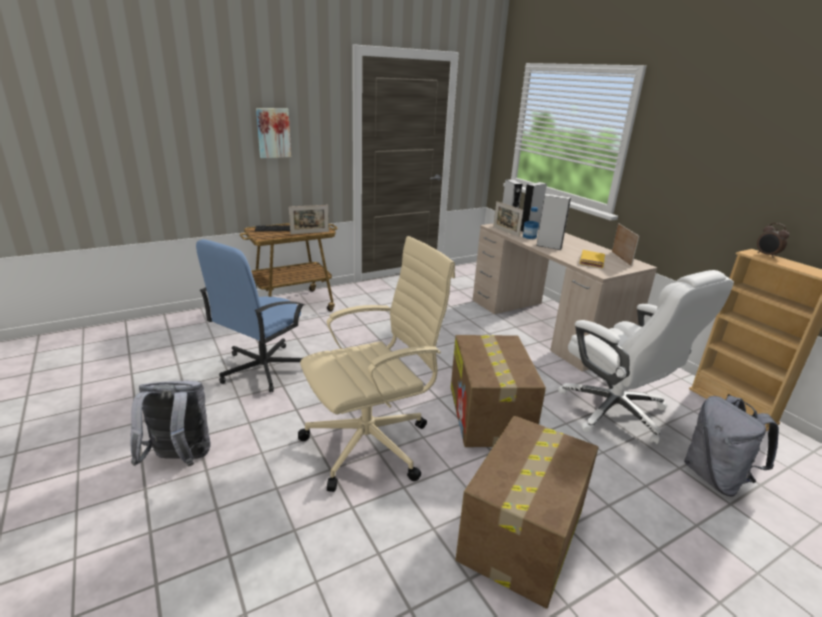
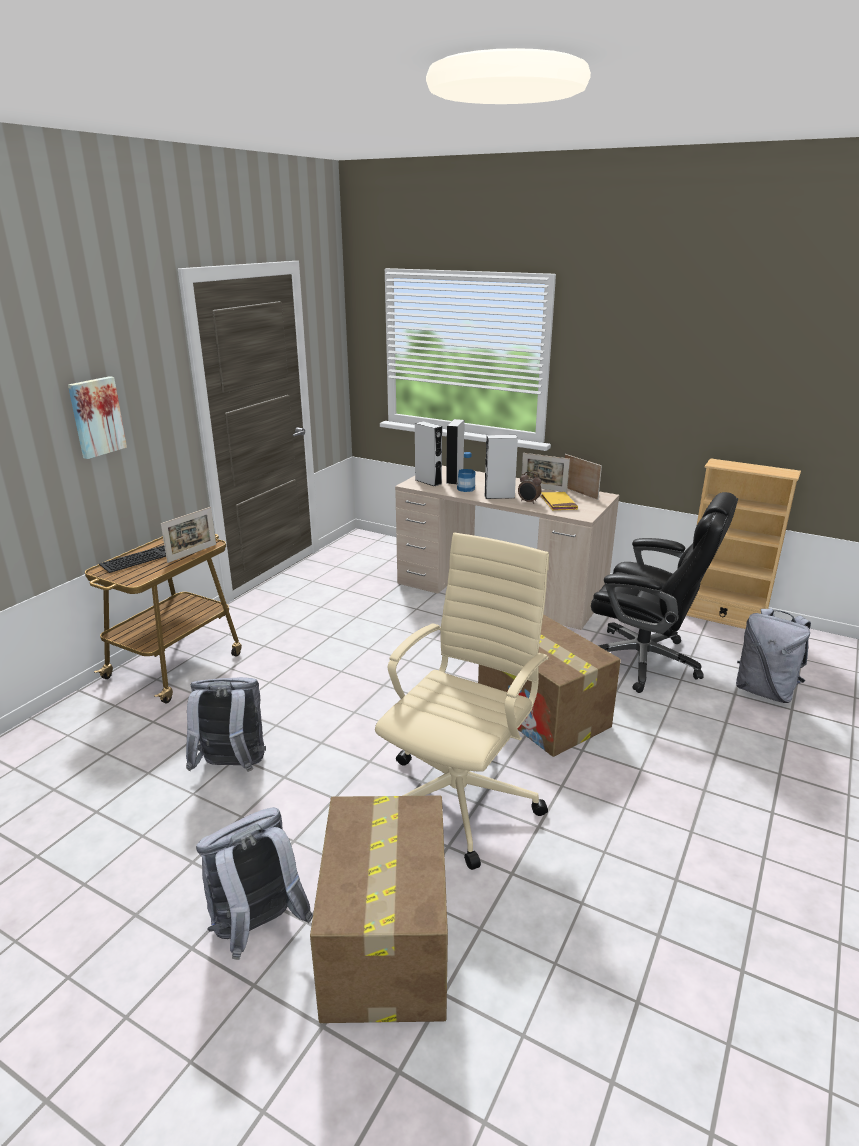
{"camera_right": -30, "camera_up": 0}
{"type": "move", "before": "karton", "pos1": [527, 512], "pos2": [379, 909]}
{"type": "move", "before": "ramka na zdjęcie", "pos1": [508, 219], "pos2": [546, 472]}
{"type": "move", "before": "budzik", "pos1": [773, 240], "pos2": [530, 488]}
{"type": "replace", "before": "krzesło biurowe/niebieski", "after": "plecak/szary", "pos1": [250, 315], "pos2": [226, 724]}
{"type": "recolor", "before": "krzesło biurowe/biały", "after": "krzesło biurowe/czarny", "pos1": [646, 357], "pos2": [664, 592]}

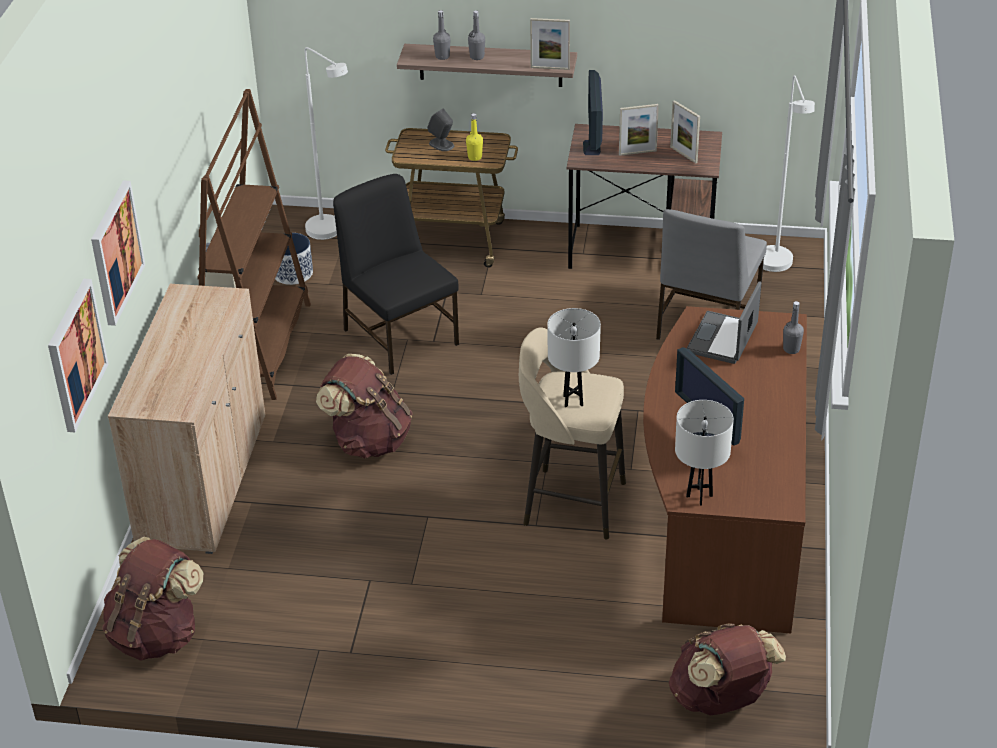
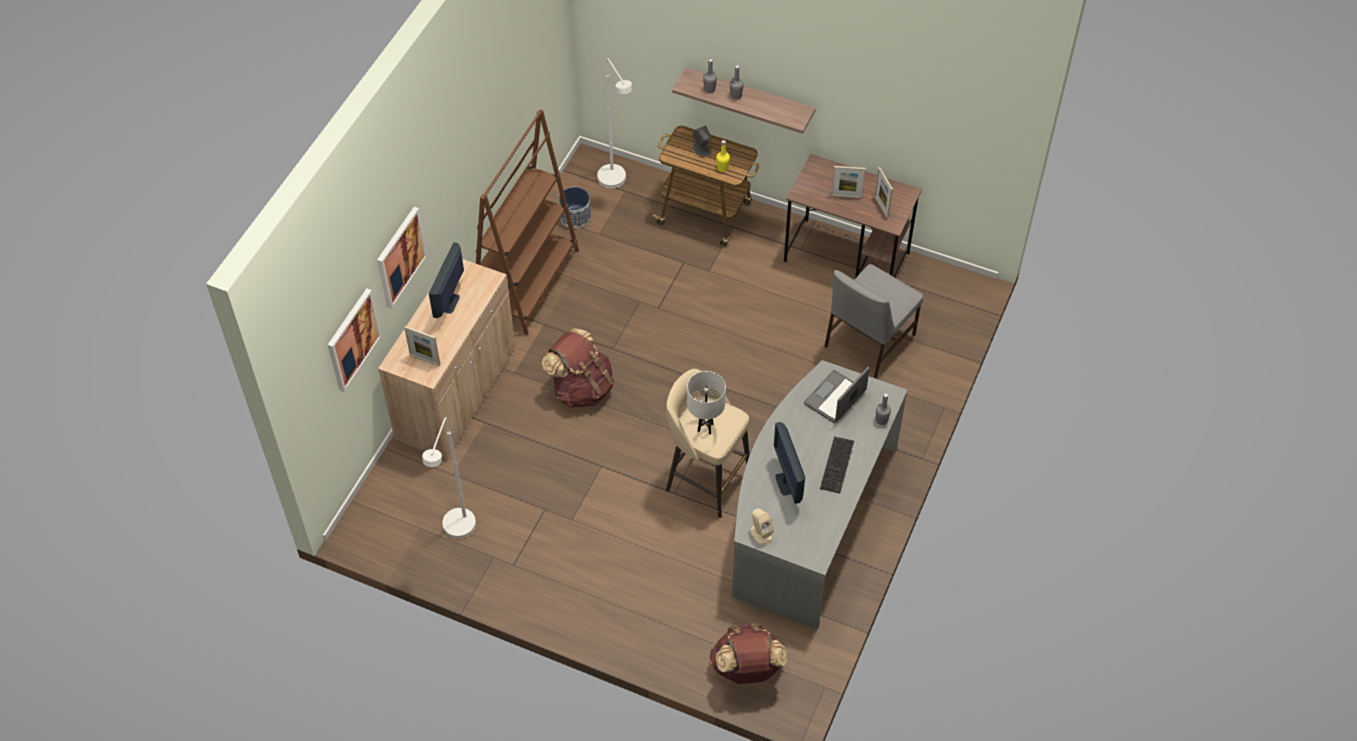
{"camera_right": 15, "camera_up": 15}
{"type": "delete", "before": "plecak/brązowy", "pos1": [152, 598]}
{"type": "delete", "before": "krzesło/czarny", "pos1": [396, 274]}
{"type": "insert", "after": "klawiatura", "pos2": [837, 465]}
{"type": "move", "before": "ramka na zdjęcie", "pos1": [550, 44], "pos2": [422, 346]}
{"type": "move", "before": "monitor", "pos1": [593, 112], "pos2": [446, 280]}
{"type": "move", "before": "lampa stojąca/biały", "pos1": [789, 173], "pos2": [449, 478]}
{"type": "replace", "before": "lampa stołowa/biały", "after": "głośnik/beżowy", "pos1": [704, 453], "pos2": [762, 526]}
{"type": "recolor", "before": "biurko/brązowy", "after": "biurko/szary", "pos1": [725, 469], "pos2": [820, 495]}

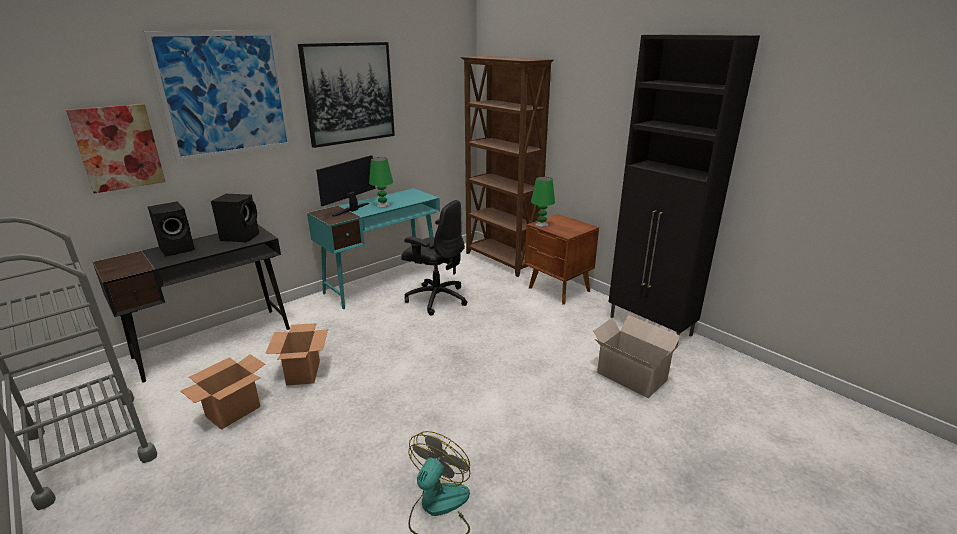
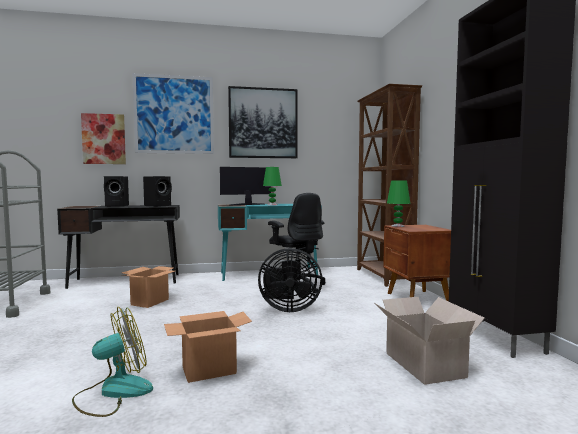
{"camera_right": 30, "camera_up": -20}
{"type": "insert", "after": "wentylator/czarny", "pos2": [290, 280]}
{"type": "move", "before": "karton", "pos1": [223, 392], "pos2": [208, 347]}

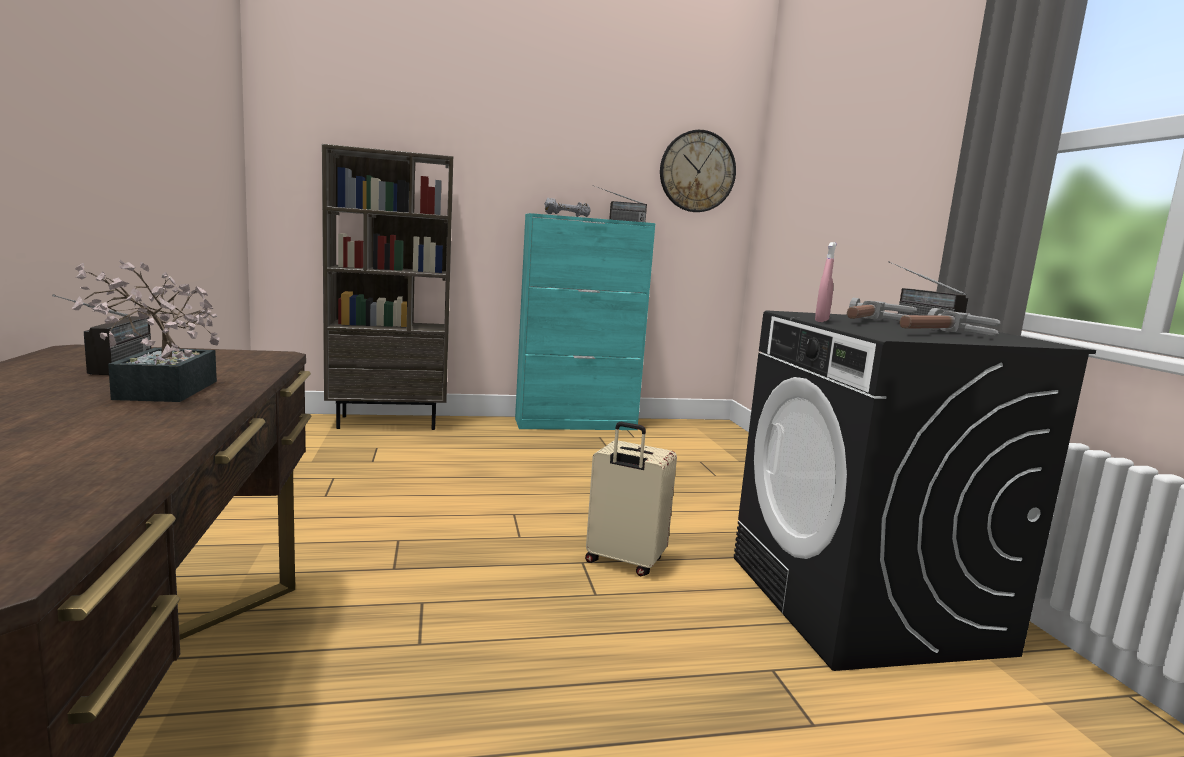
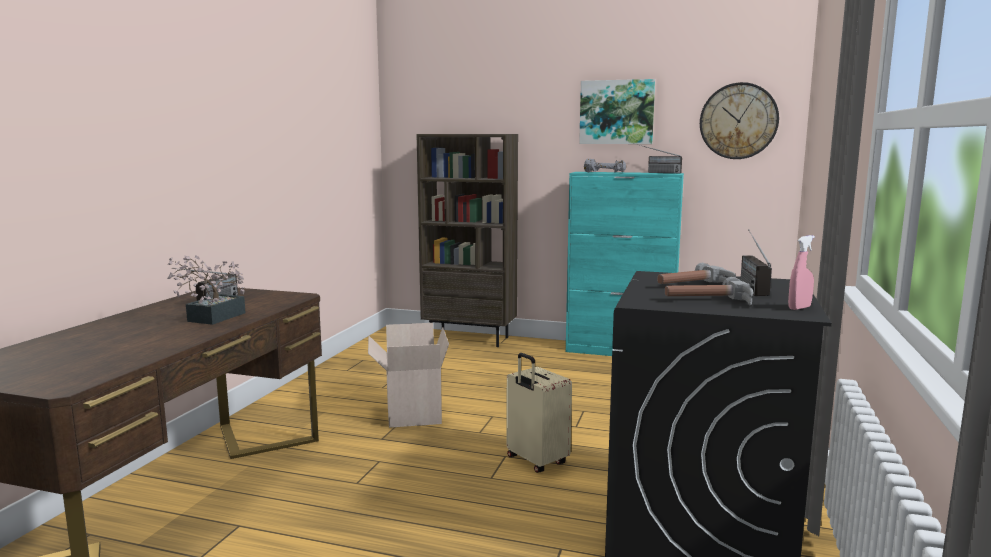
{"camera_right": 30, "camera_up": 0}
{"type": "insert", "after": "karton", "pos2": [408, 375]}
{"type": "insert", "after": "obraz", "pos2": [617, 111]}
{"type": "move", "before": "spryskiwacz/różowy", "pos1": [825, 282], "pos2": [801, 272]}

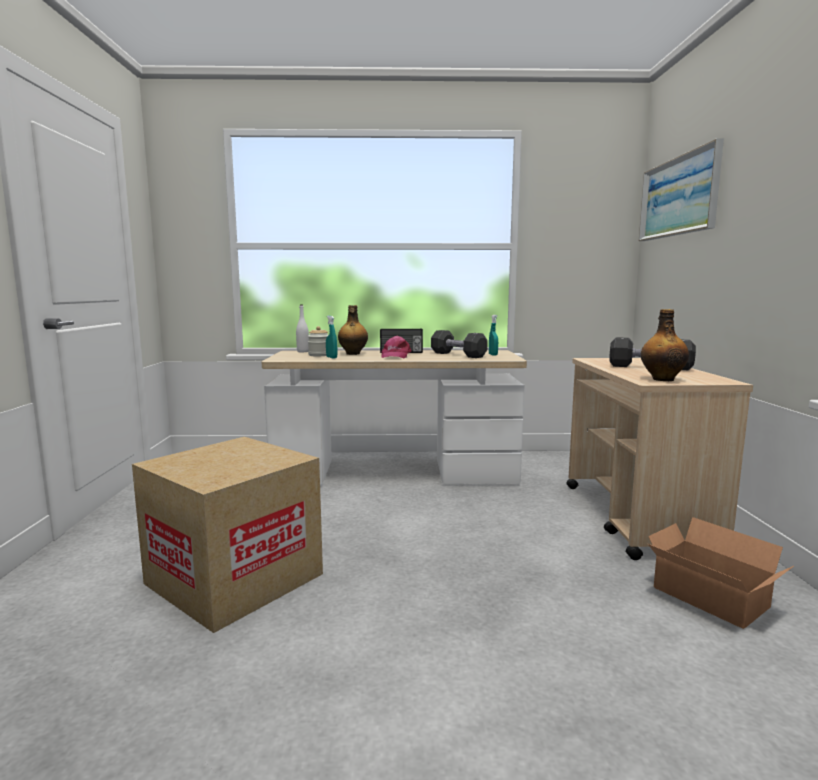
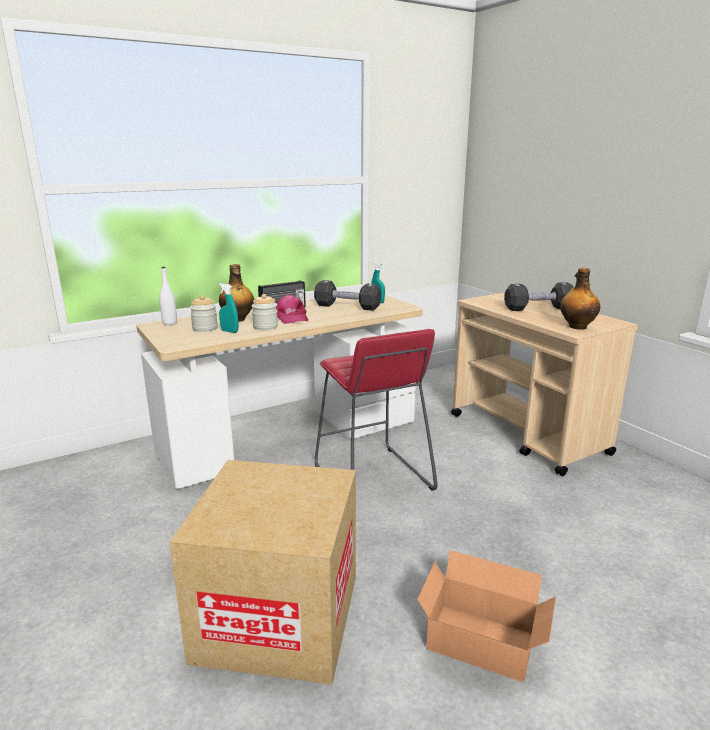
{"camera_right": -30, "camera_up": 10}
{"type": "delete", "before": "obraz", "pos1": [681, 189]}
{"type": "insert", "after": "słoik", "pos2": [265, 312]}
{"type": "insert", "after": "stołek/czerwony", "pos2": [376, 410]}
{"type": "move", "before": "karton", "pos1": [721, 573], "pos2": [486, 616]}

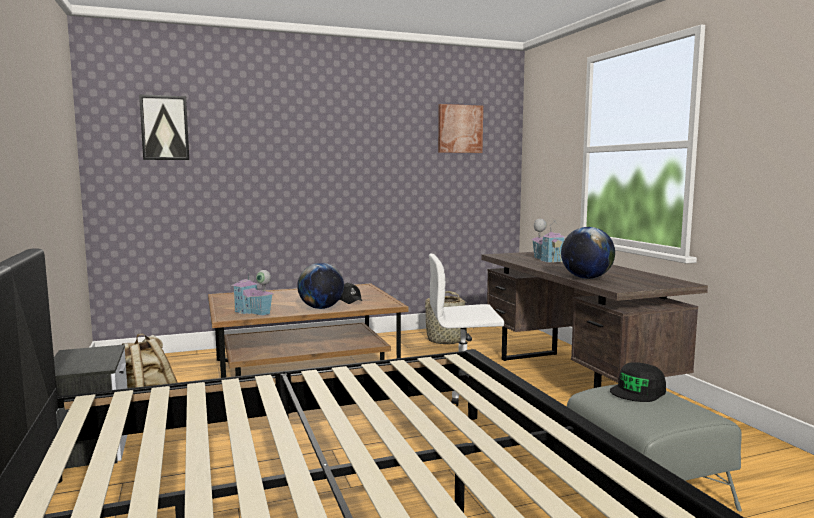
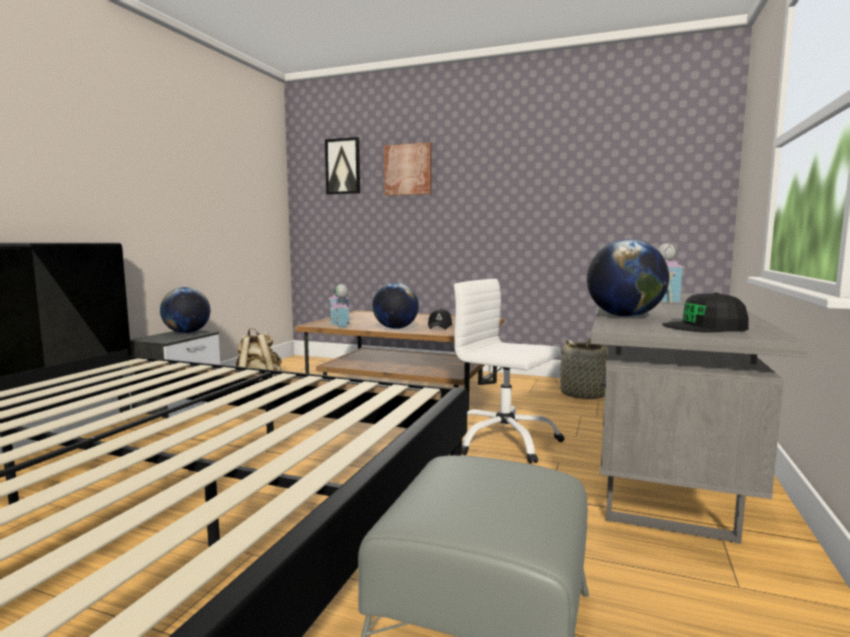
{"camera_right": 40, "camera_up": 0}
{"type": "insert", "after": "globus", "pos2": [185, 310]}
{"type": "move", "before": "obraz", "pos1": [460, 128], "pos2": [408, 169]}
{"type": "move", "before": "czapka z daszkiem/czarny", "pos1": [638, 382], "pos2": [705, 313]}
{"type": "recolor", "before": "biurko/brązowy", "after": "biurko/szary", "pos1": [594, 320], "pos2": [700, 418]}

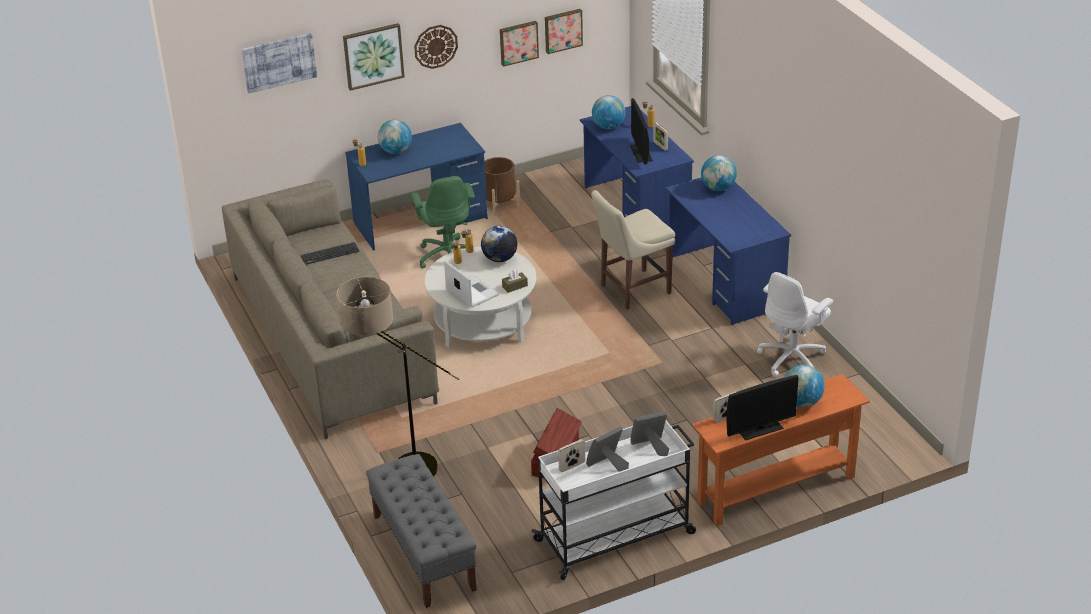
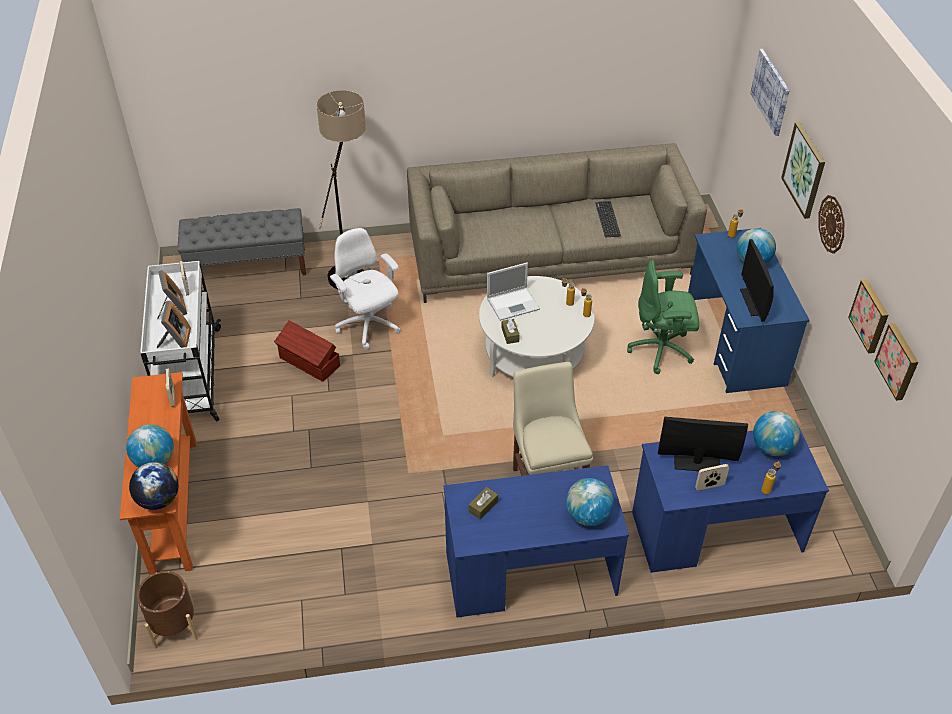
{"camera_right": 105, "camera_up": 10}
{"type": "insert", "after": "pudełko chusteczek/brązowy", "pos2": [483, 503]}
{"type": "move", "before": "globus", "pos1": [499, 244], "pos2": [154, 486]}
{"type": "move", "before": "donica/brązowy", "pos1": [502, 186], "pos2": [167, 610]}
{"type": "move", "before": "monitor", "pos1": [762, 407], "pos2": [757, 280]}
{"type": "move", "before": "krzesło biurowe/biały", "pos1": [795, 324], "pos2": [365, 288]}

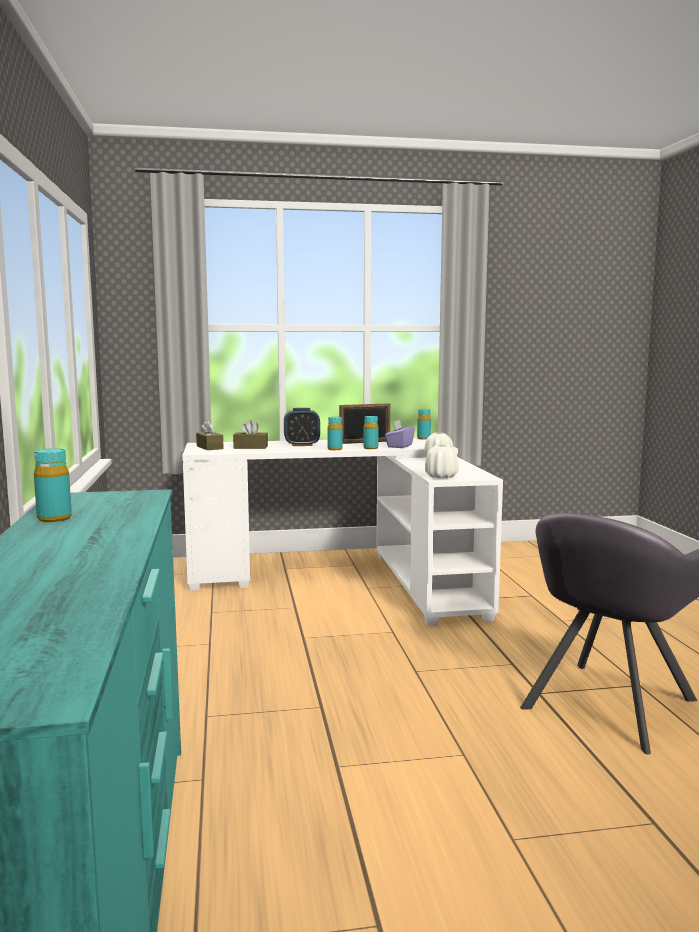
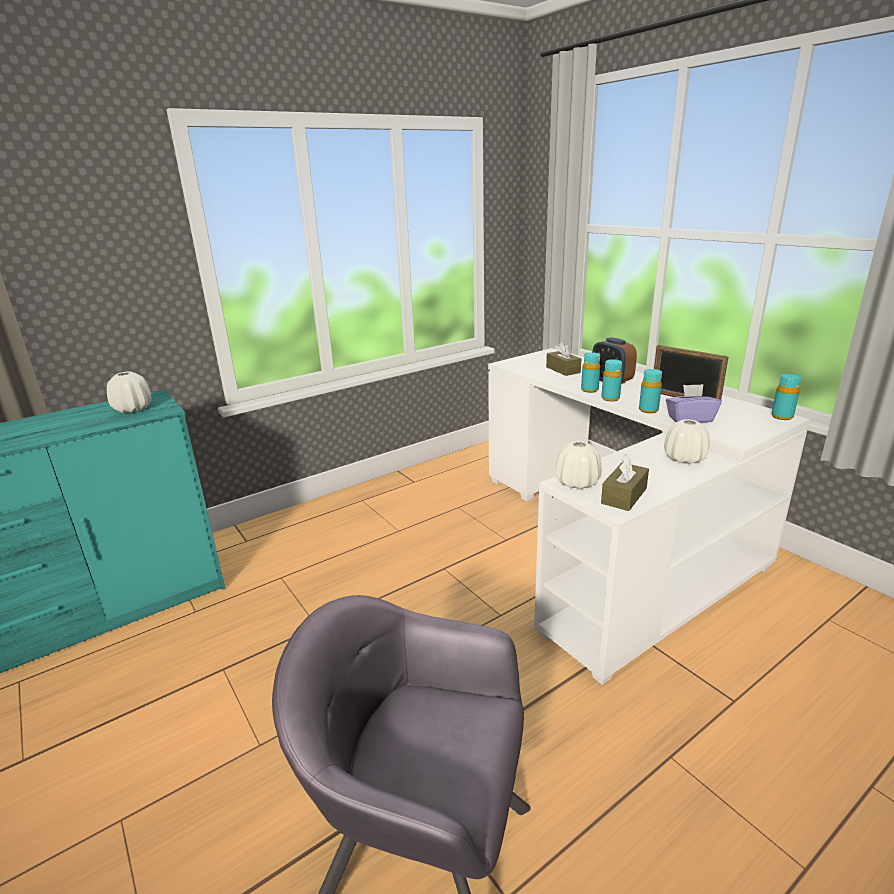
{"camera_right": 65, "camera_up": 15}
{"type": "insert", "after": "wazon/biały", "pos2": [129, 392]}
{"type": "move", "before": "butelka/turkusowy", "pos1": [53, 485], "pos2": [590, 372]}
{"type": "move", "before": "pudełko chusteczek/brązowy", "pos1": [210, 435], "pos2": [625, 482]}

